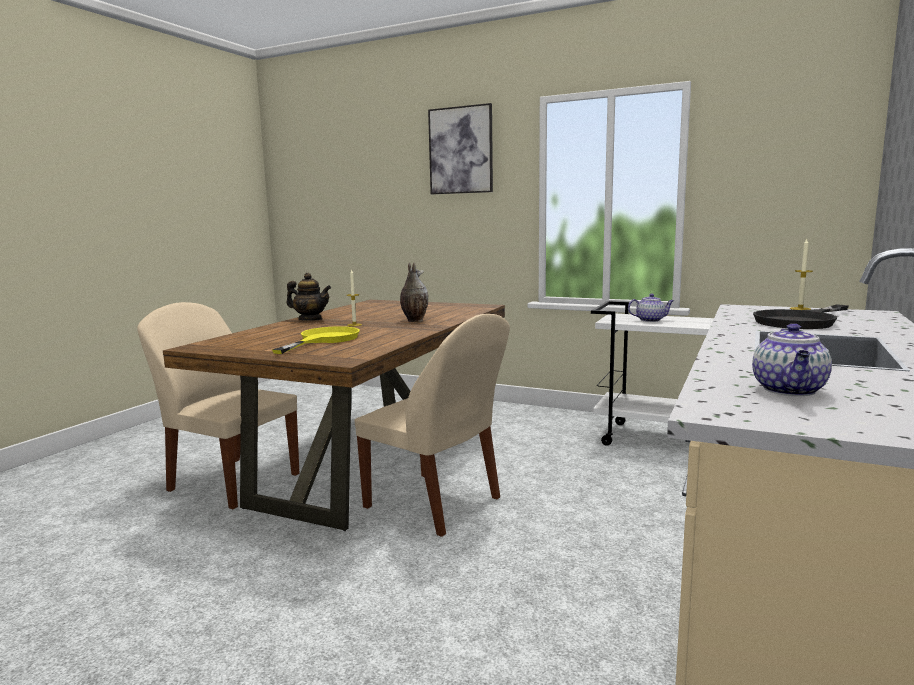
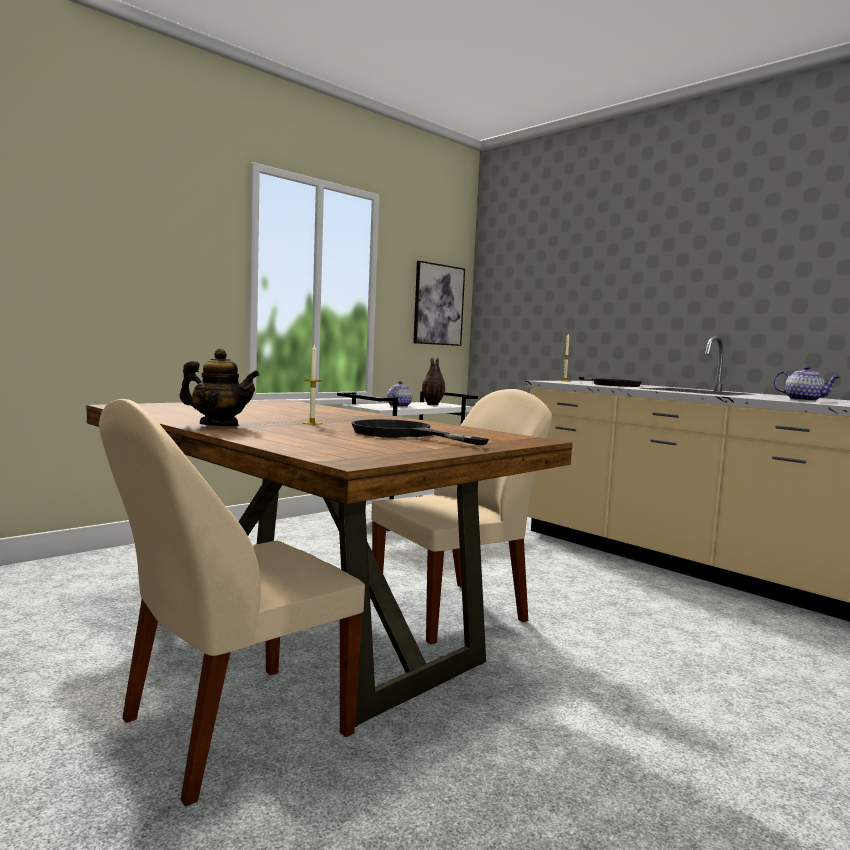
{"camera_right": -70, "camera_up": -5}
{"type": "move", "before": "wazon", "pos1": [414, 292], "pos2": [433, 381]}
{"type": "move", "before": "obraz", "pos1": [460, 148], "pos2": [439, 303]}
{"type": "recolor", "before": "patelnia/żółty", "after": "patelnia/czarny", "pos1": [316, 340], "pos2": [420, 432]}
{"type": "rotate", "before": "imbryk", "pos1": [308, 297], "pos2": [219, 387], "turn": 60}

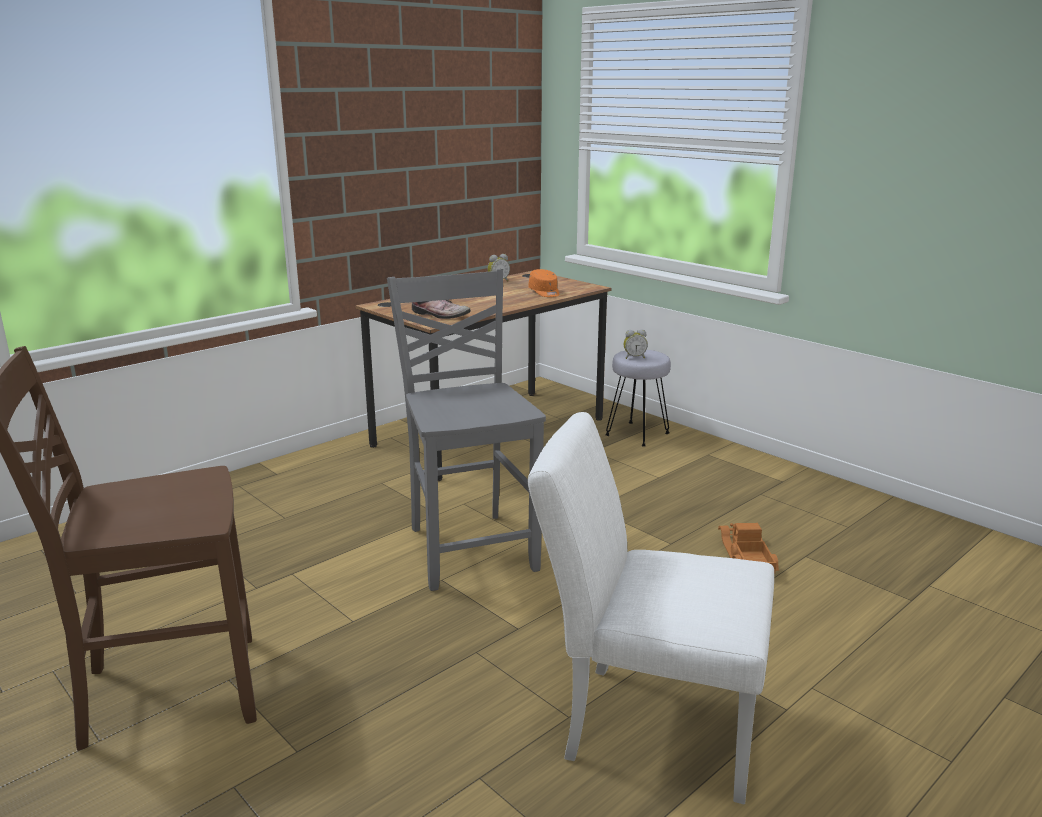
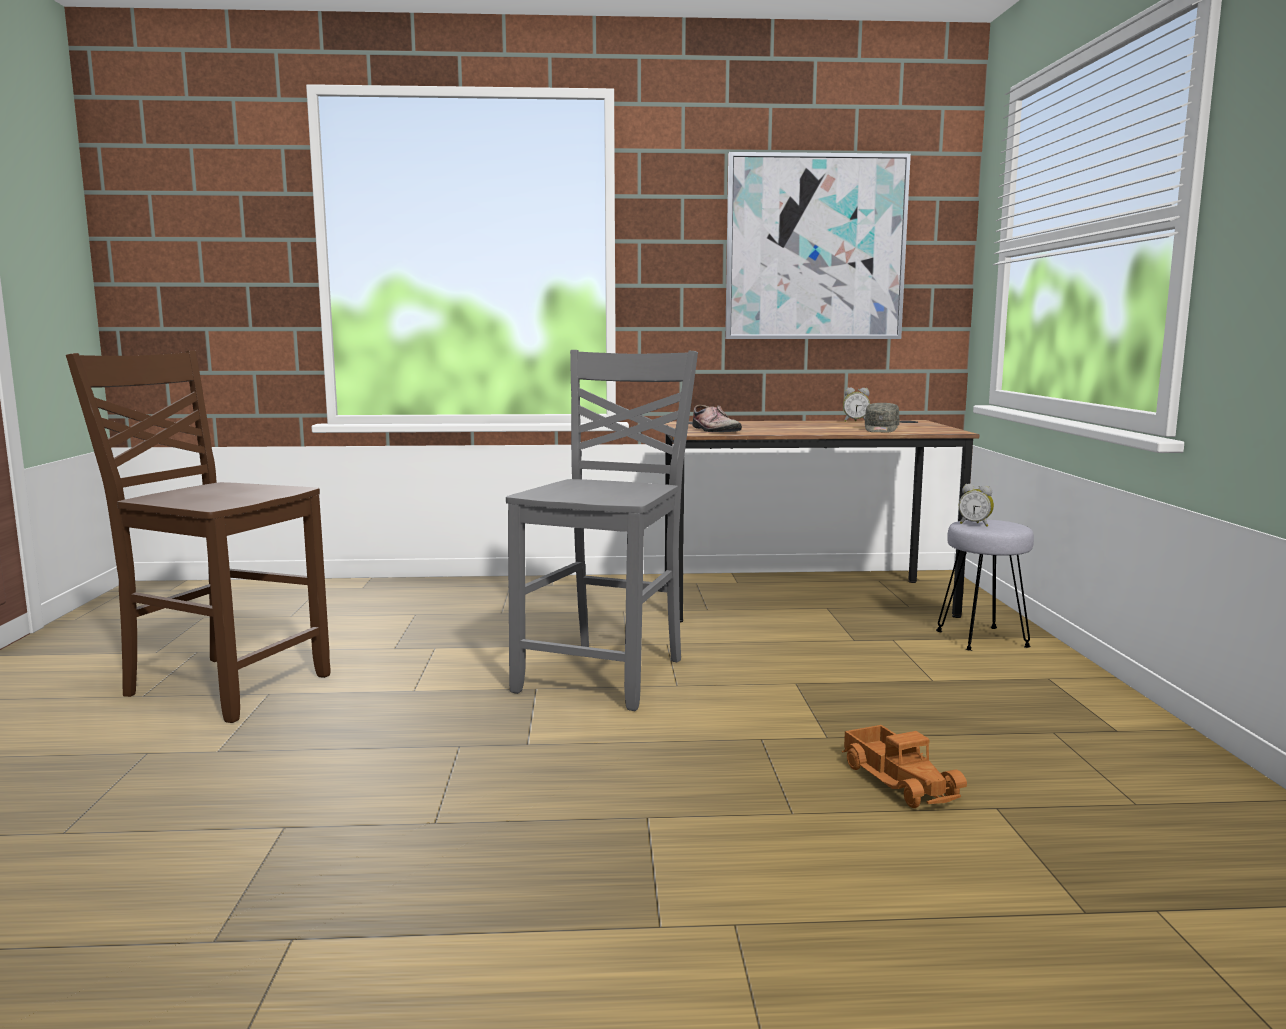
{"camera_right": 40, "camera_up": -10}
{"type": "delete", "before": "krzesło/biały", "pos1": [651, 608]}
{"type": "insert", "after": "obraz", "pos2": [818, 245]}
{"type": "recolor", "before": "czapka z daszkiem/pomarańczowy", "after": "czapka z daszkiem/szary", "pos1": [544, 283], "pos2": [882, 418]}
{"type": "rotate", "before": "ciężarówka zabawkowa", "pos1": [748, 548], "pos2": [904, 766], "turn": 120}

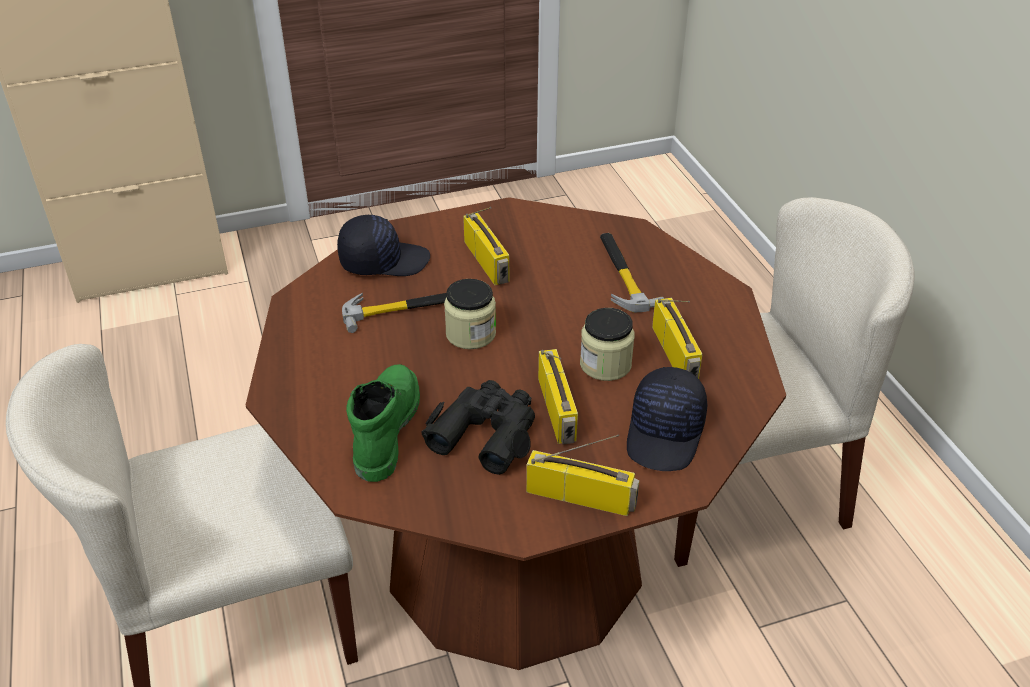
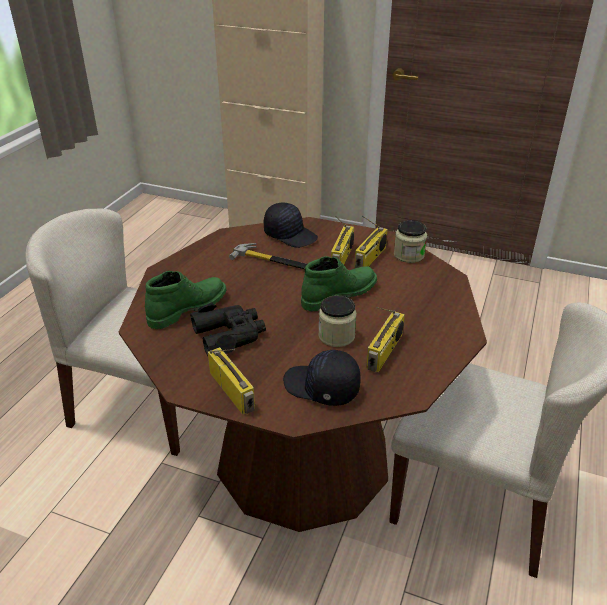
{"camera_right": 40, "camera_up": -5}
{"type": "delete", "before": "młotek", "pos1": [632, 273]}
{"type": "insert", "after": "but z cholewką/zielony", "pos2": [339, 283]}
{"type": "move", "before": "słoik", "pos1": [470, 314], "pos2": [410, 241]}
{"type": "move", "before": "radio", "pos1": [558, 396], "pos2": [371, 242]}
{"type": "rotate", "before": "czapka z daszkiem/czarny", "pos1": [667, 419], "pos2": [322, 378], "turn": 60}

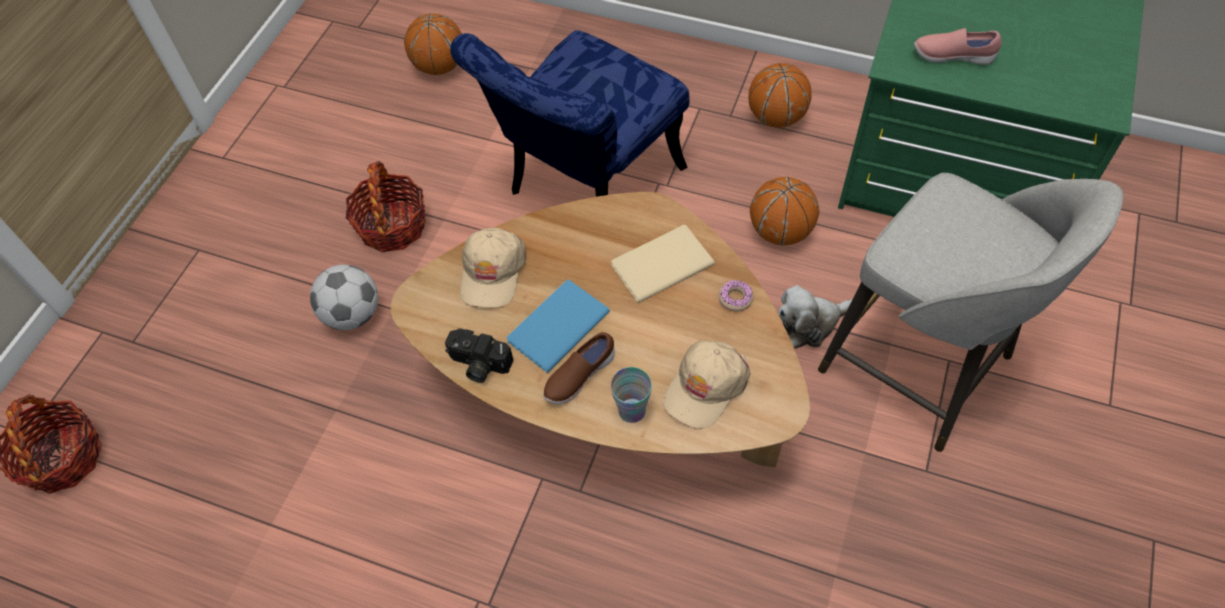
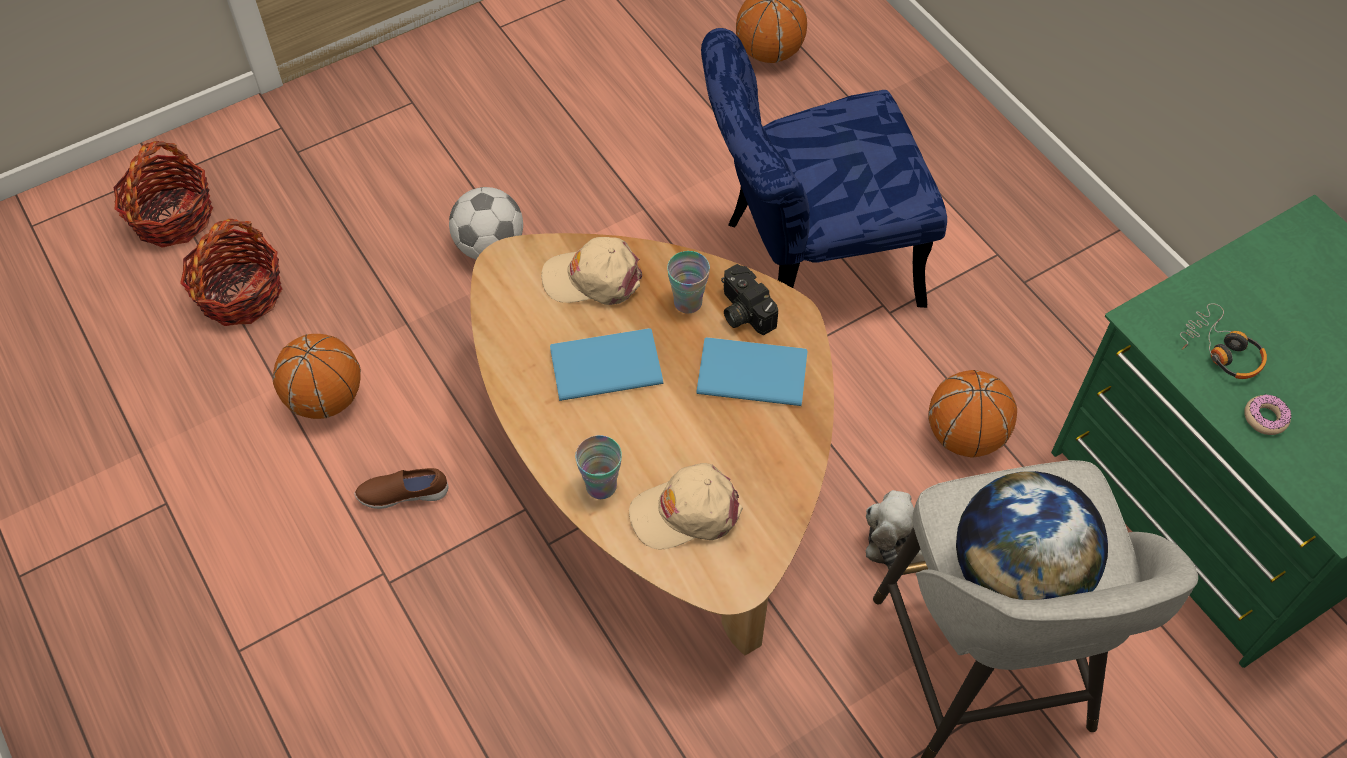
{"camera_right": 35, "camera_up": 0}
{"type": "insert", "after": "filiżanka", "pos2": [688, 282]}
{"type": "insert", "after": "globus", "pos2": [1032, 535]}
{"type": "move", "before": "koszyk", "pos1": [386, 206], "pos2": [231, 272]}
{"type": "move", "before": "aparat fotograficzny", "pos1": [479, 355], "pos2": [749, 299]}
{"type": "move", "before": "but/brązowy", "pos1": [579, 368], "pos2": [401, 488]}
{"type": "move", "before": "donut", "pos1": [735, 296], "pos2": [1267, 414]}
{"type": "move", "before": "piłka do koszykówki", "pos1": [780, 95], "pos2": [317, 376]}
{"type": "replace", "before": "but/różowy", "after": "słuchawki", "pos1": [958, 46], "pos2": [1223, 341]}
{"type": "recolor", "before": "książka/beżowy", "after": "książka/niebieski", "pos1": [663, 264], "pos2": [752, 371]}
{"type": "rotate", "before": "czapka z daszkiem/beżowy", "pos1": [493, 268], "pos2": [591, 271], "turn": 45}

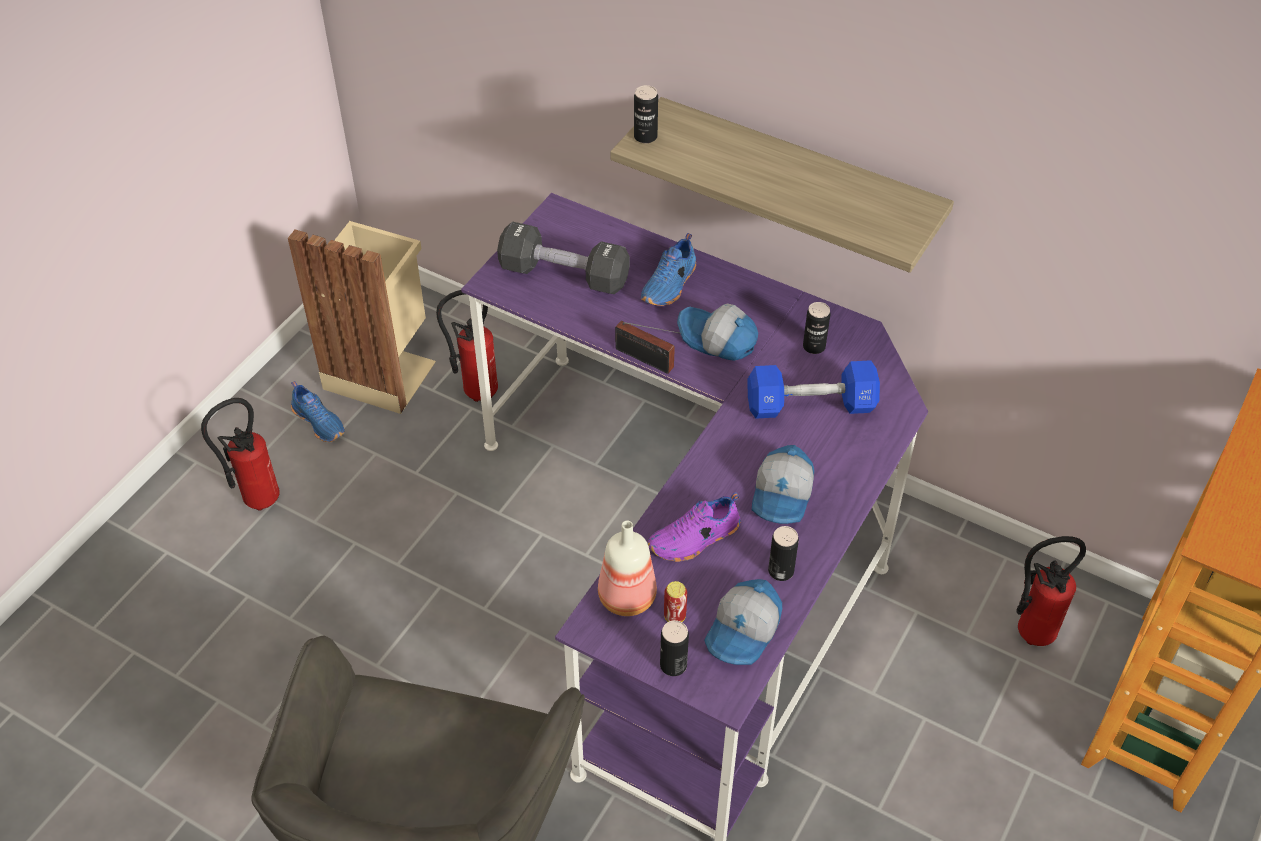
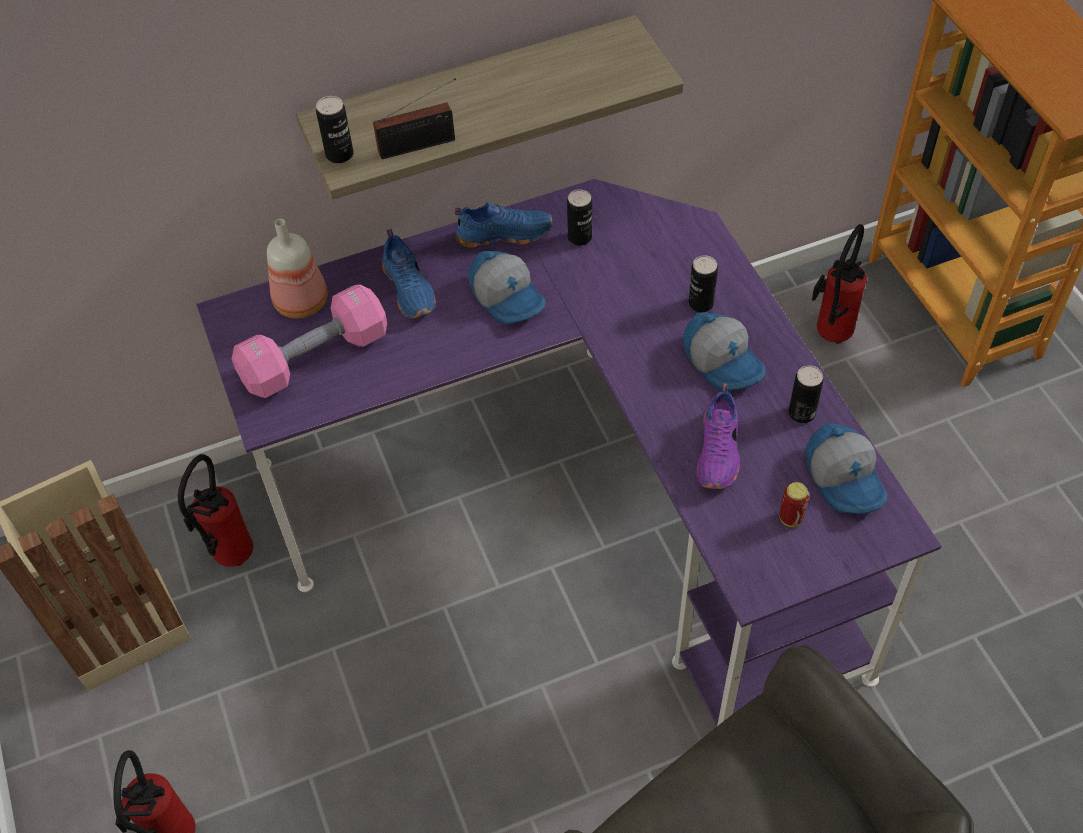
{"camera_right": -50, "camera_up": 5}
{"type": "delete", "before": "hantel/niebieski", "pos1": [814, 389]}
{"type": "move", "before": "but/niebieski", "pos1": [318, 411], "pos2": [503, 225]}
{"type": "move", "before": "butelka", "pos1": [627, 568], "pos2": [297, 269]}
{"type": "move", "before": "radio", "pos1": [647, 347], "pos2": [414, 118]}
{"type": "move", "before": "puszka", "pos1": [674, 648], "pos2": [703, 284]}
{"type": "recolor", "before": "hantel/czarny", "after": "hantel/różowy", "pos1": [563, 258], "pos2": [309, 341]}
{"type": "rotate", "before": "czapka z daszkiem", "pos1": [717, 332], "pos2": [507, 288], "turn": -105}

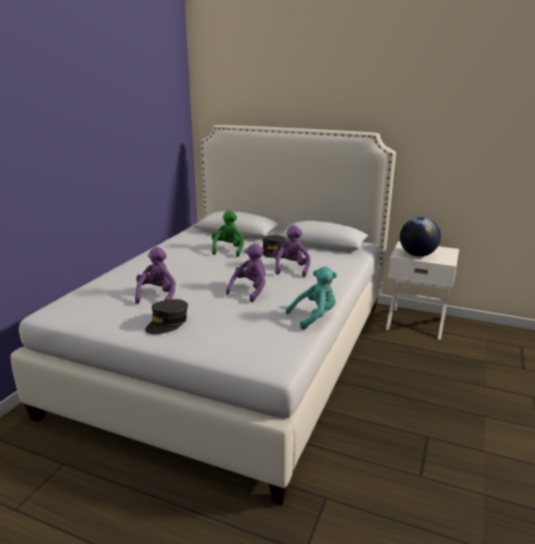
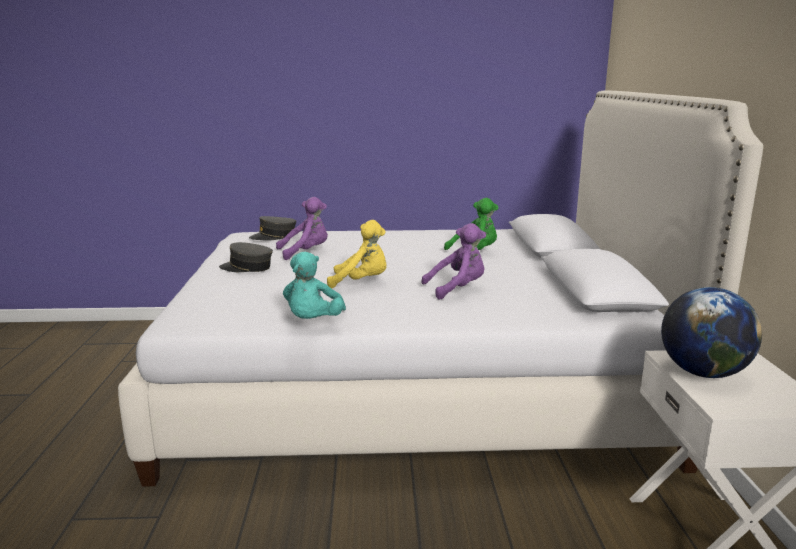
{"camera_right": 65, "camera_up": -5}
{"type": "move", "before": "czapka z daszkiem/szary", "pos1": [274, 246], "pos2": [272, 228]}
{"type": "recolor", "before": "pluszak/fioletowy", "after": "pluszak/żółty", "pos1": [245, 272], "pos2": [357, 254]}
{"type": "rotate", "before": "pluszak/turkusowy", "pos1": [311, 298], "pos2": [314, 285], "turn": 60}

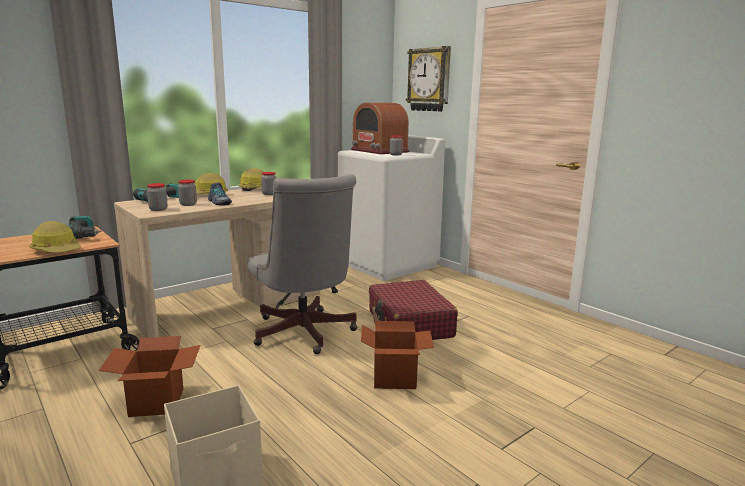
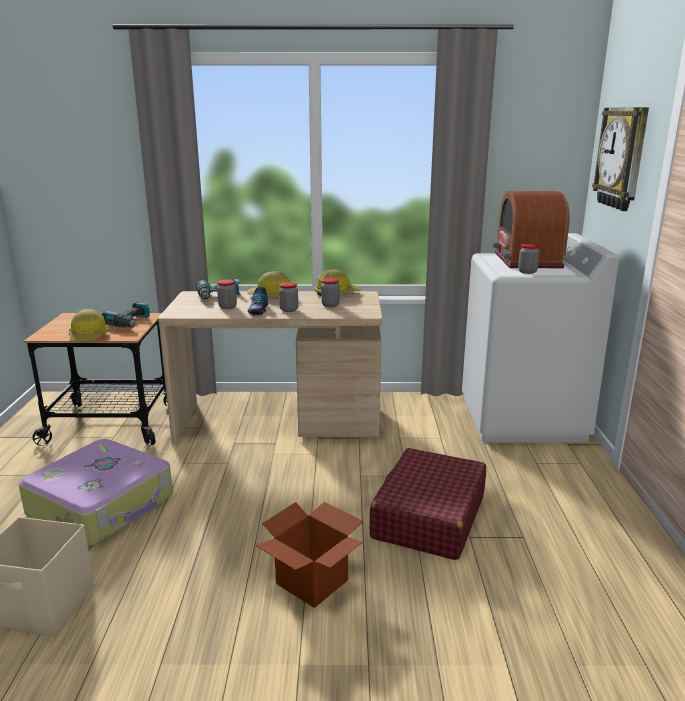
{"camera_right": 40, "camera_up": 5}
{"type": "delete", "before": "krzesło biurowe/szary", "pos1": [302, 264]}
{"type": "move", "before": "słoik", "pos1": [157, 197], "pos2": [288, 297]}
{"type": "replace", "before": "karton", "after": "walizka", "pos1": [149, 376], "pos2": [96, 492]}

